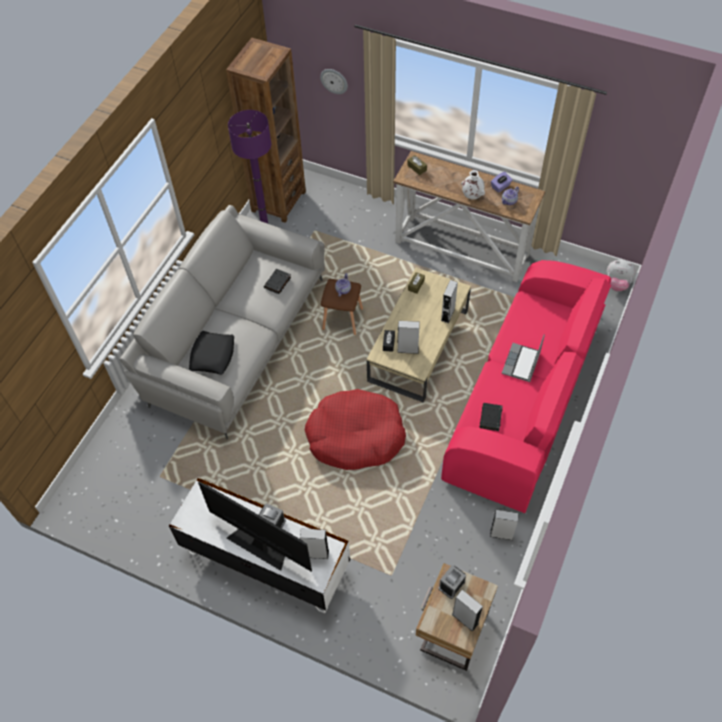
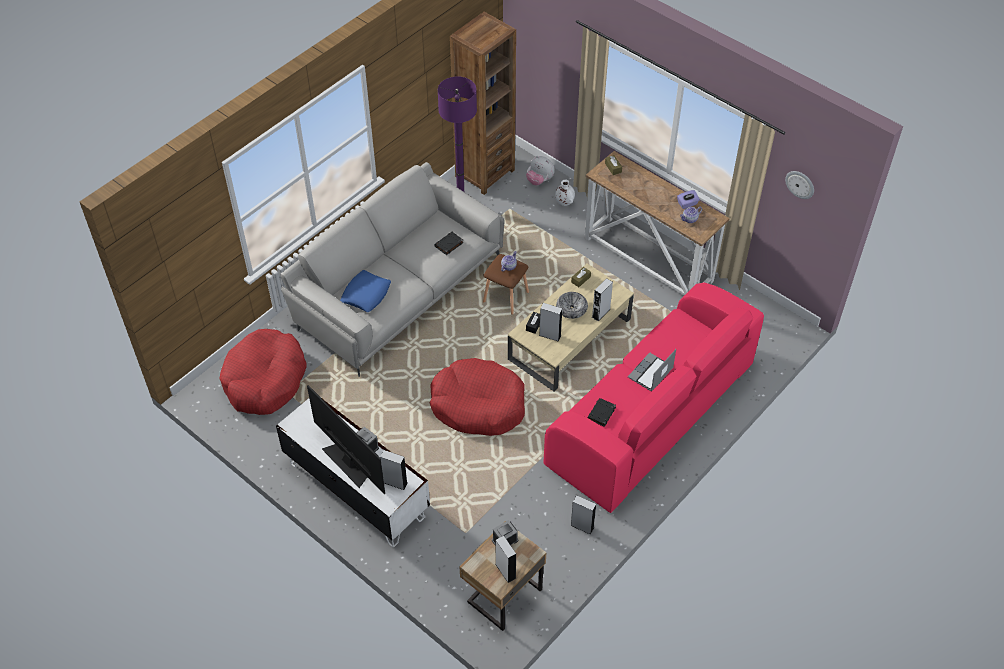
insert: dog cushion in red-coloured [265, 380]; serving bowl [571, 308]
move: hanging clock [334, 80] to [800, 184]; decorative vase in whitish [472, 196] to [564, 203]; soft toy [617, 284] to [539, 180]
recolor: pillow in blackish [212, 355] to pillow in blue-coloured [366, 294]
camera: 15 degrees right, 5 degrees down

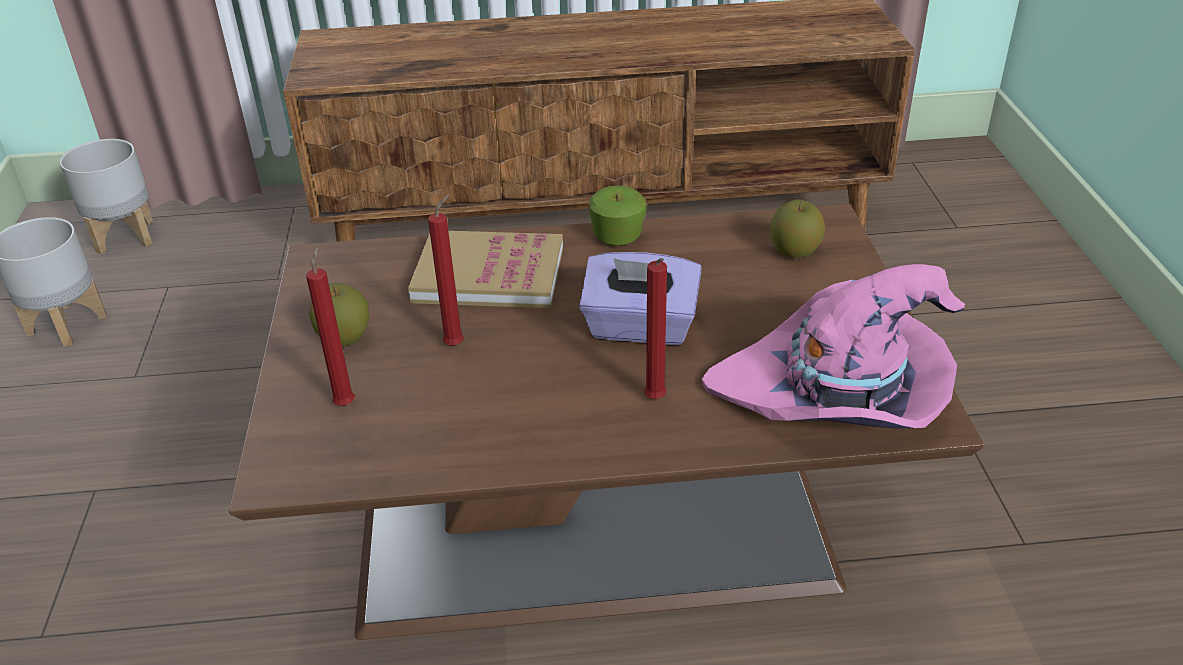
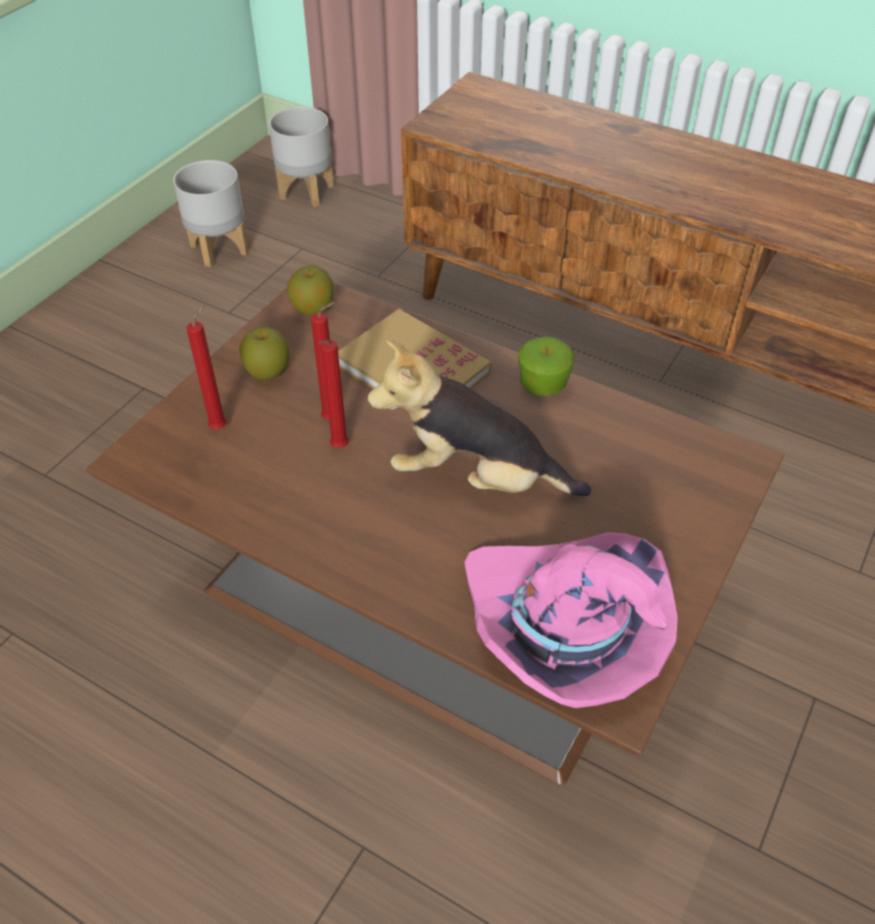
move: wax light in red-coloured [655, 401] to [338, 448]; whole apple [794, 251] to [313, 309]
replace: tissue holder in purplish [640, 327] to soft toy [475, 478]
camera: 35 degrees right, 10 degrees up

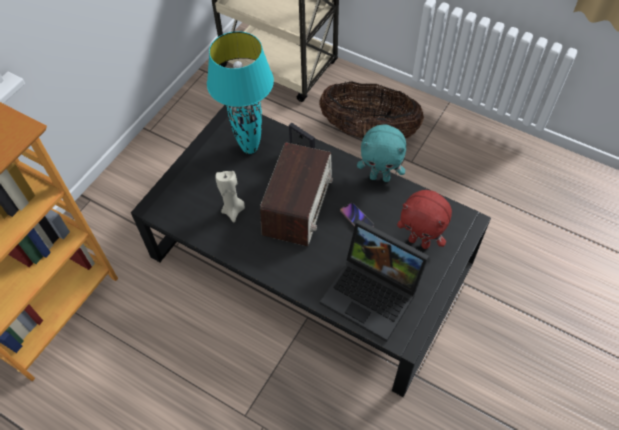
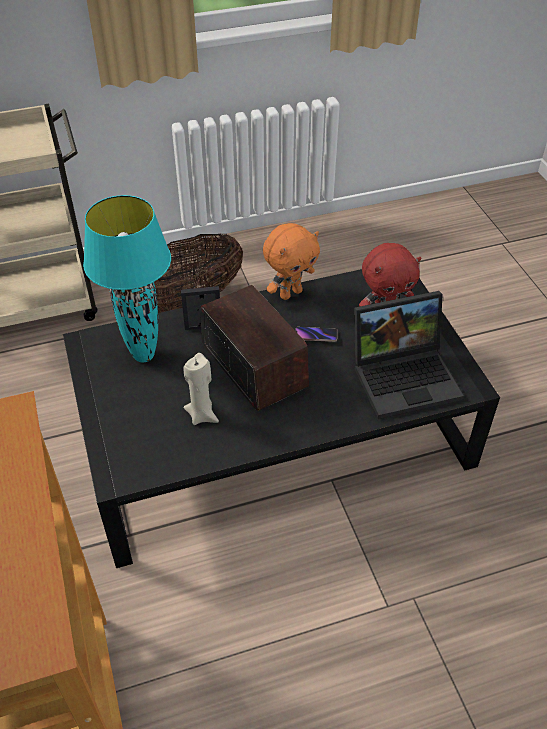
recolor: soft toy in turquoise-coloured [380, 177] to soft toy in orange [290, 293]
camera: 50 degrees left, 10 degrees down

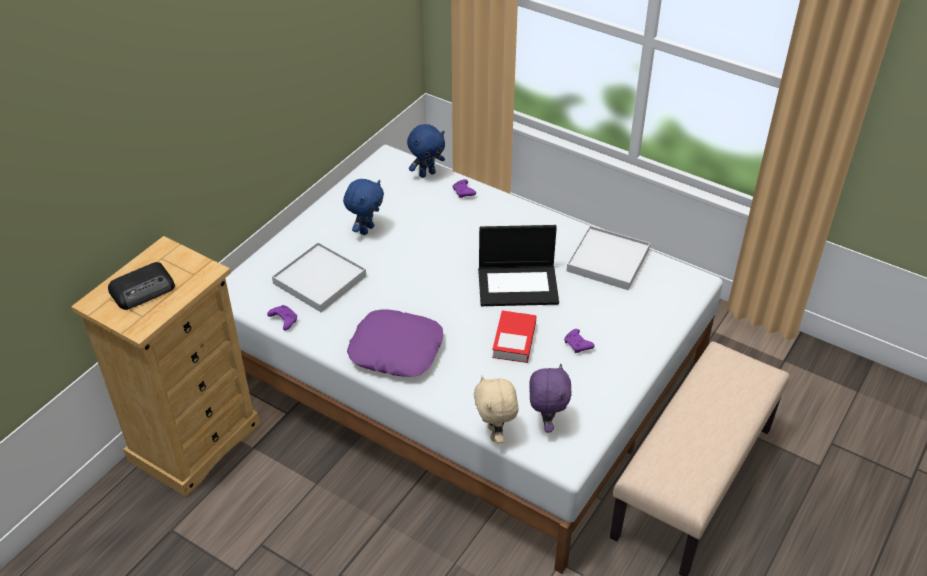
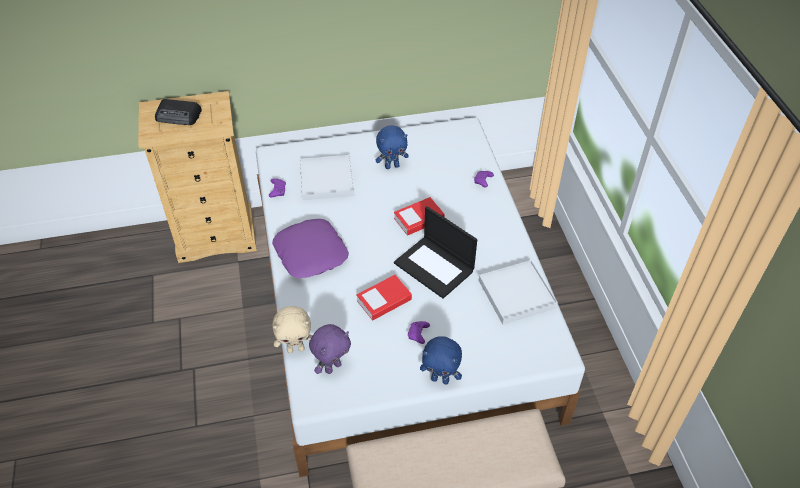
insert: volume [419, 219]
move: soft toy in blue-coloured [427, 174] to [440, 379]
rotate: soft toy in beige [495, 433] = [296, 349] 135 degrees counterclockwise
camera: 45 degrees right, 5 degrees up

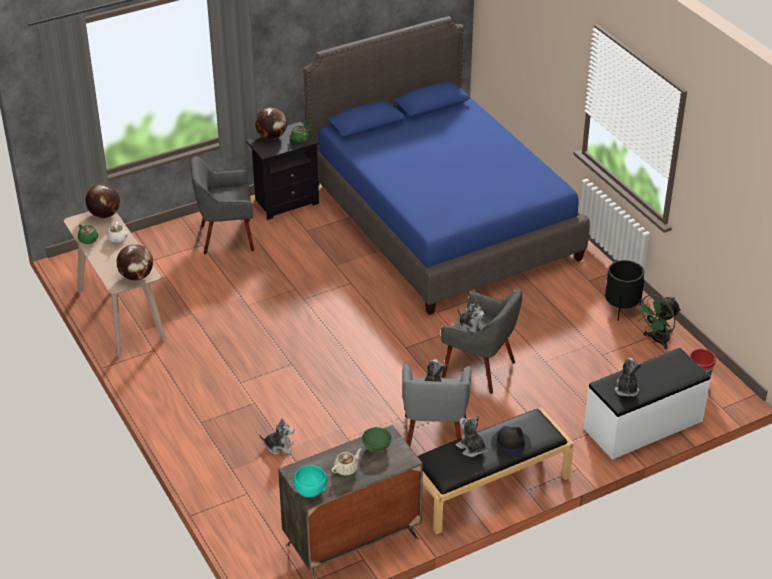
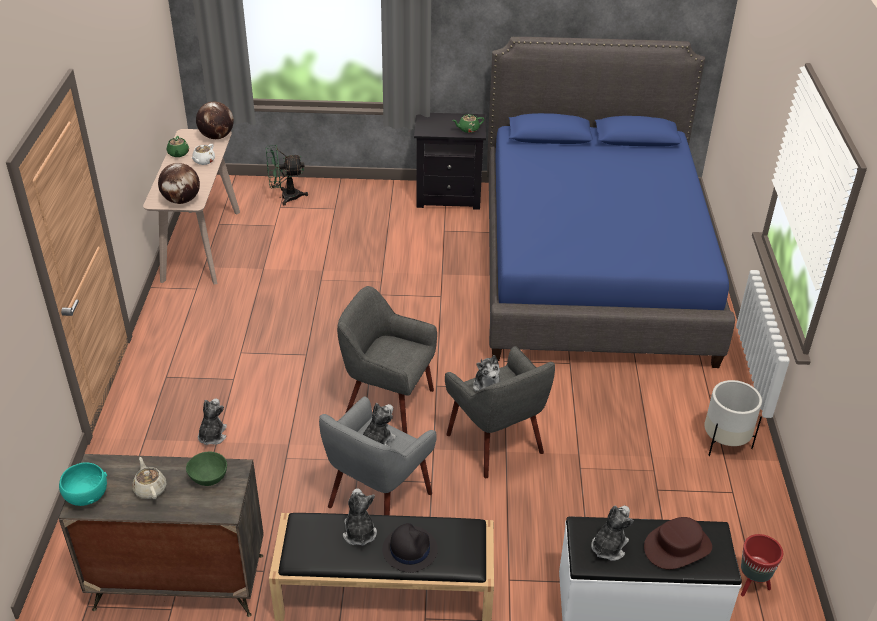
delete: globe [271, 136]
insert: clothing hat in brown-coloured [677, 547]
move: armchair in grey [226, 237] to [388, 402]; cooling fan in green-coloured [656, 340] to [285, 197]
recolor: plant pot in blackish [621, 308] to plant pot in whitish [724, 442]
rotate: soft toy [279, 446] = [212, 435] 120 degrees counterclockwise; tea pot in beige [346, 468] = [150, 489] 105 degrees counterclockwise
camera: 30 degrees right, 0 degrees up

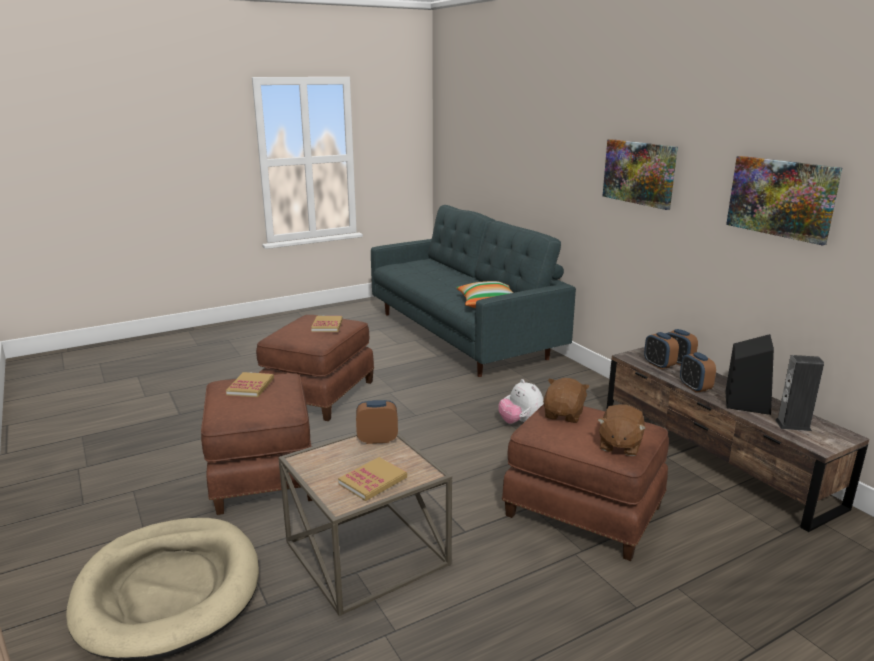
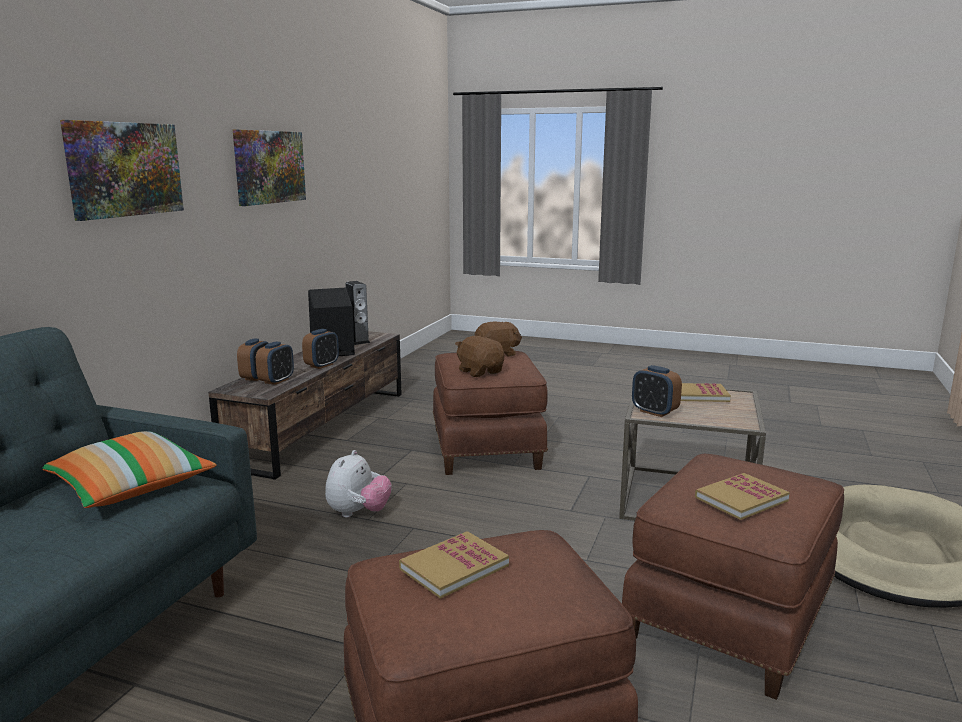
rotate: soft toy in brown-coloured [564, 415] = [480, 372] 75 degrees clockwise
camera: 130 degrees left, 5 degrees down

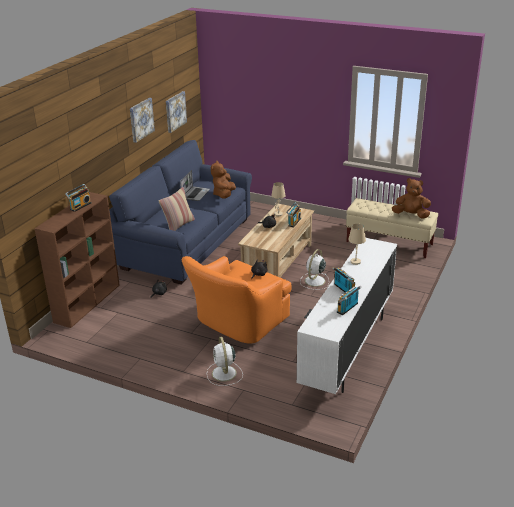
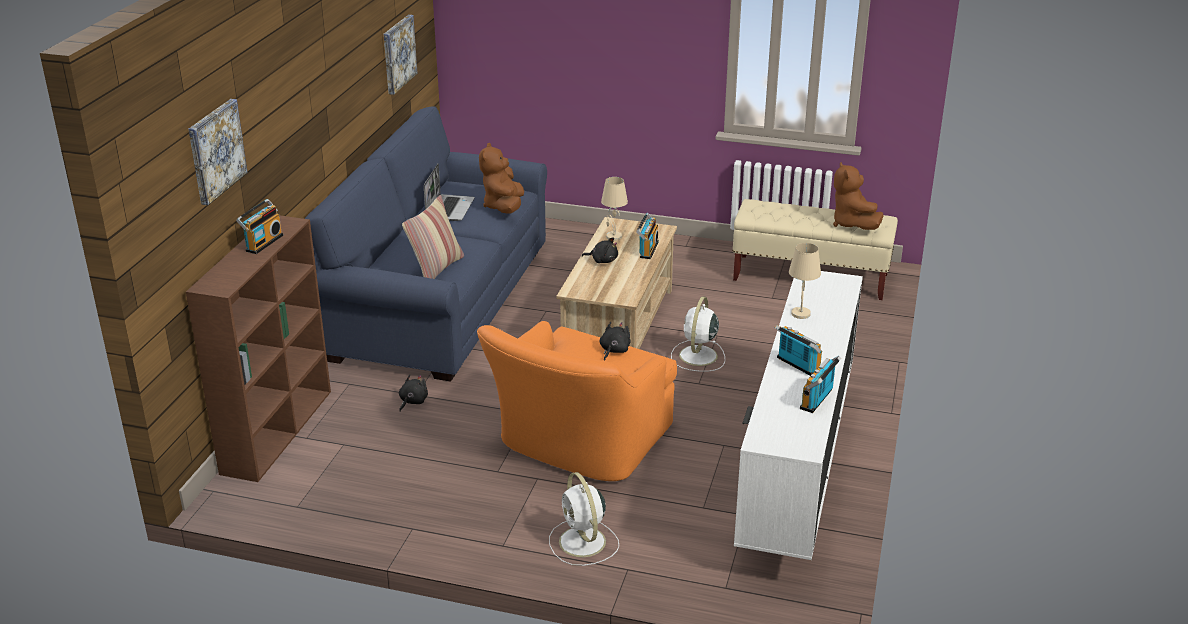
move: wall picture [141, 119] to [215, 151]
rotate: soft toy in brown-coloured [411, 215] = [852, 224] 105 degrees counterclockwise
camera: 10 degrees left, 0 degrees up

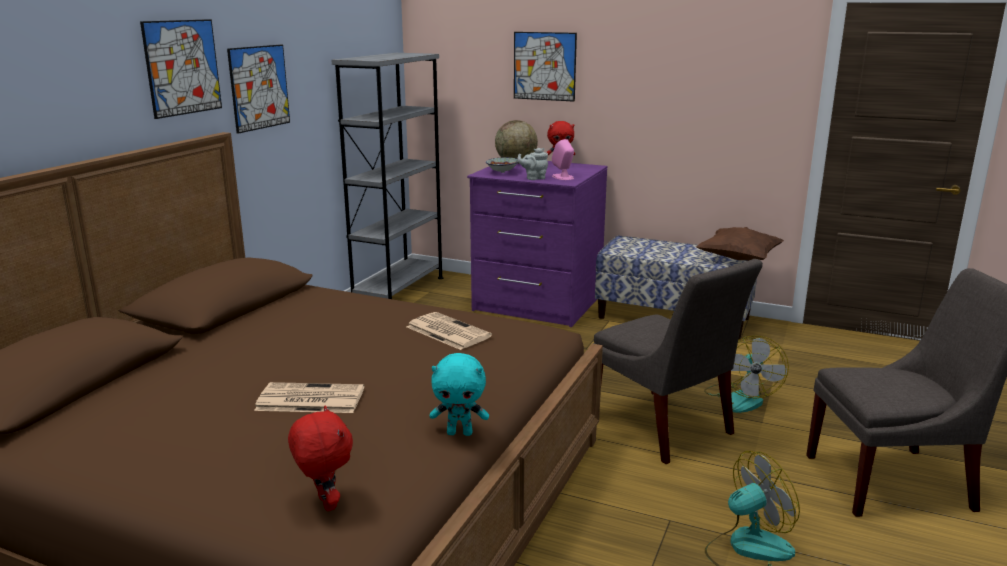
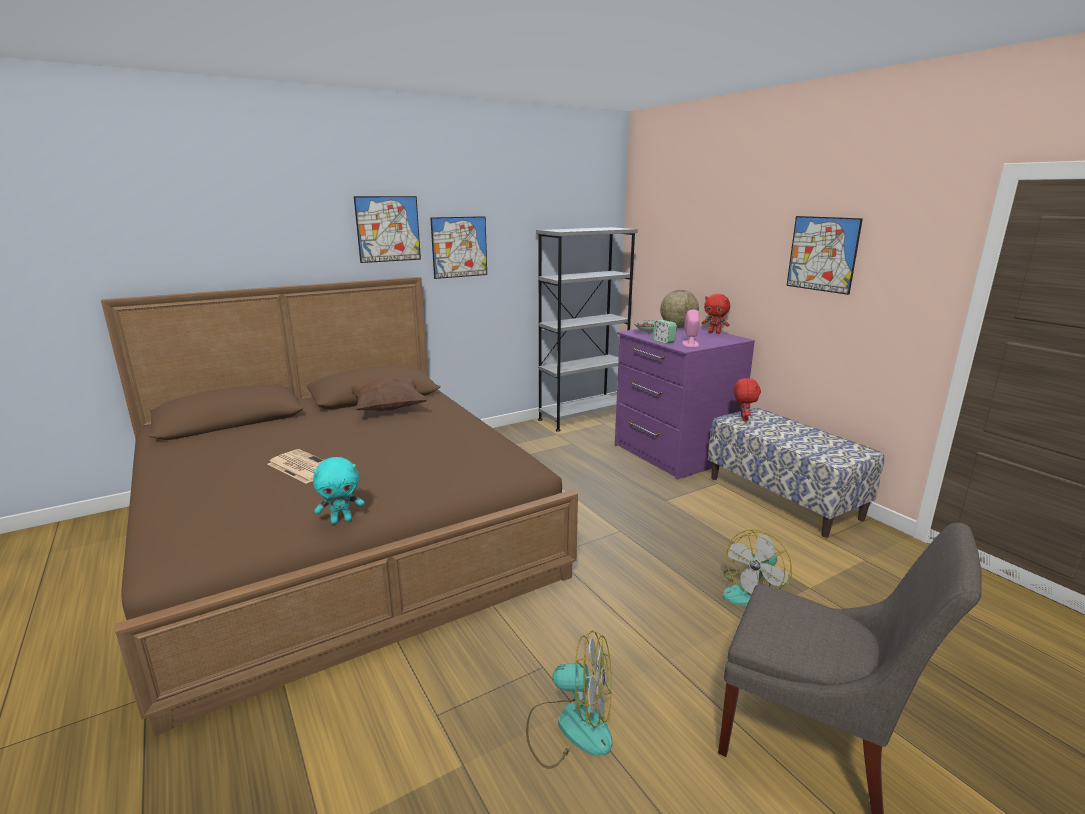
delete: daily paper [447, 331]; plain chair in grey [664, 428]
move: soft toy in red-coloured [325, 503] to [743, 419]; wall picture [544, 66] to [822, 254]; pillow in brown-coloured [738, 259] to [388, 409]
replace: tea pot in grey [534, 178] to alarm clock [664, 341]
rotate: soft toy in turquoise-coloured [460, 433] = [342, 520] 60 degrees counterclockwise
camera: 35 degrees right, 0 degrees up

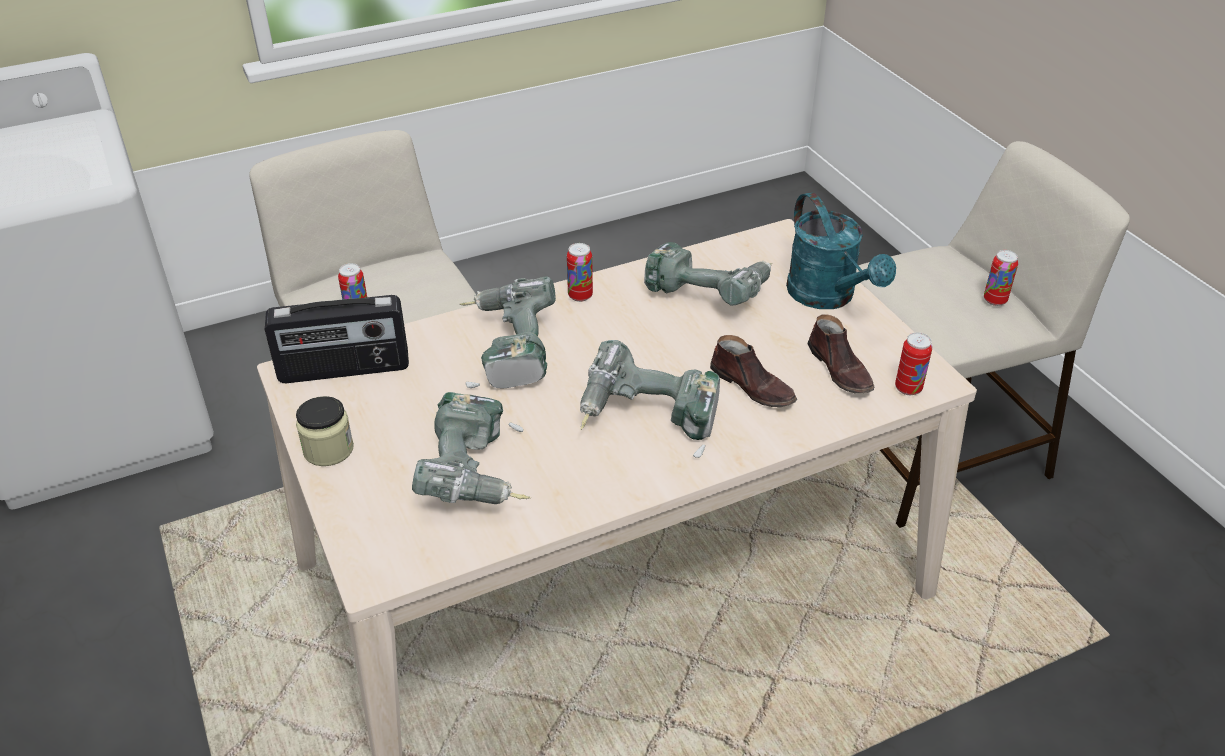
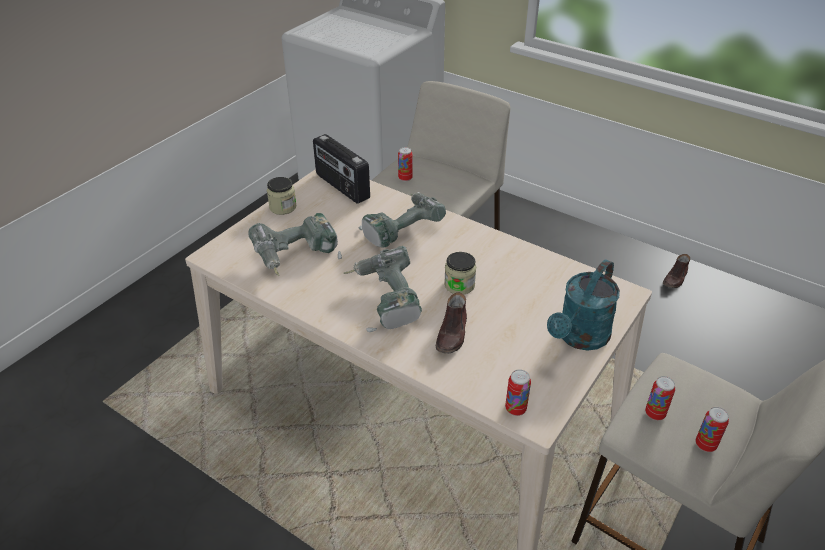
delete: drill [708, 293]
insert: jar [459, 285]
move: can [580, 296] to [655, 414]; shoe in brown-coloured [840, 370] to [675, 278]
camera: 60 degrees right, 0 degrees up

